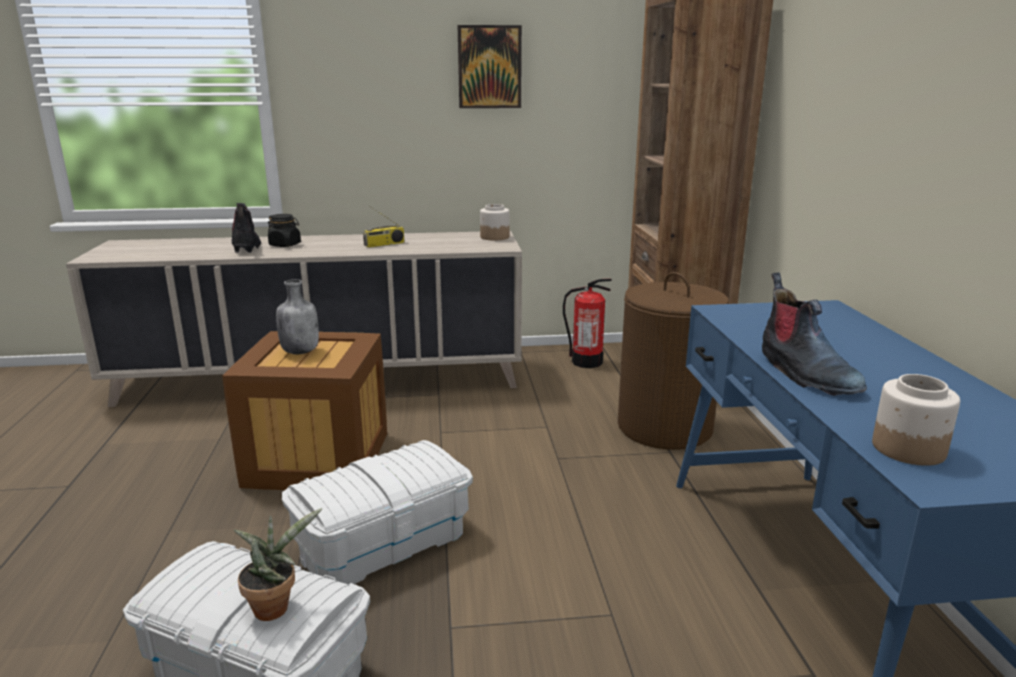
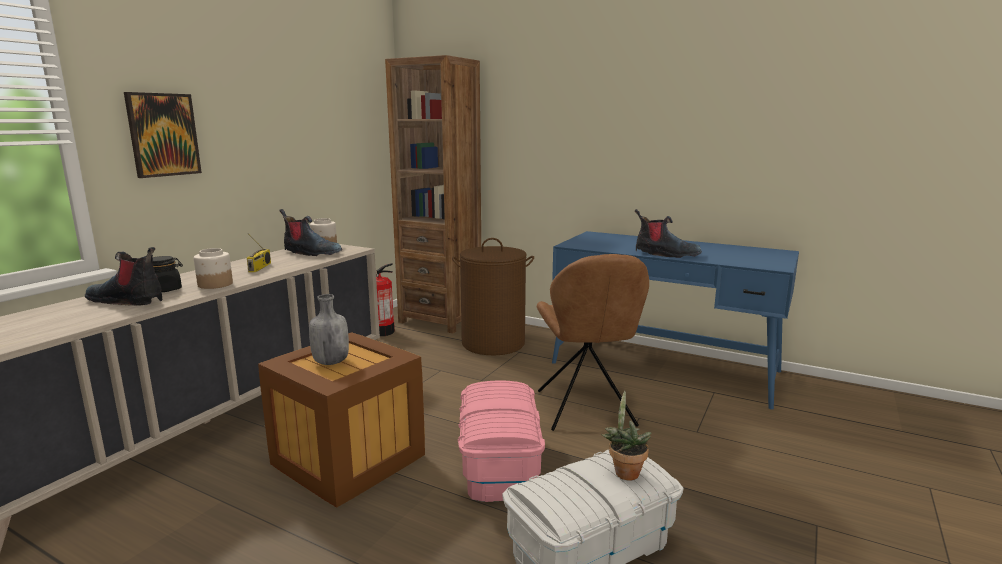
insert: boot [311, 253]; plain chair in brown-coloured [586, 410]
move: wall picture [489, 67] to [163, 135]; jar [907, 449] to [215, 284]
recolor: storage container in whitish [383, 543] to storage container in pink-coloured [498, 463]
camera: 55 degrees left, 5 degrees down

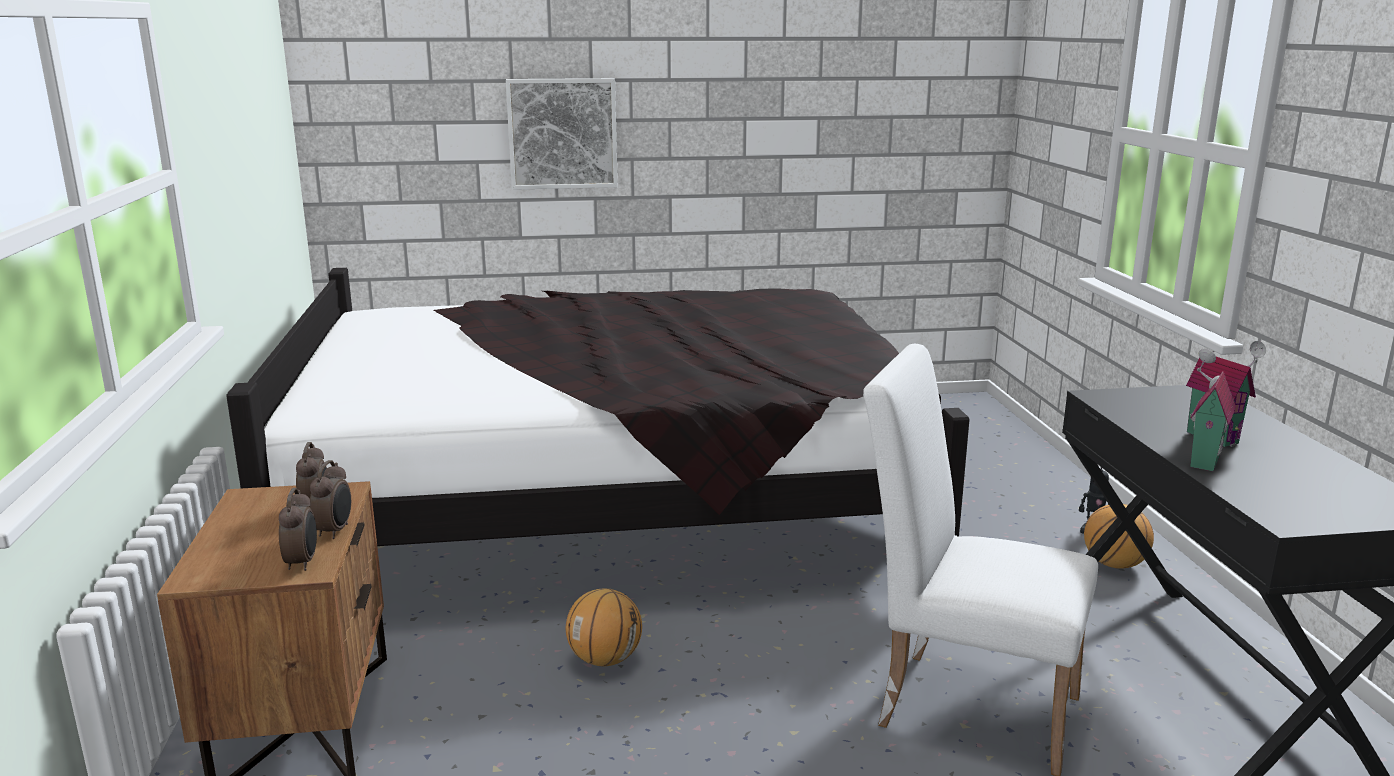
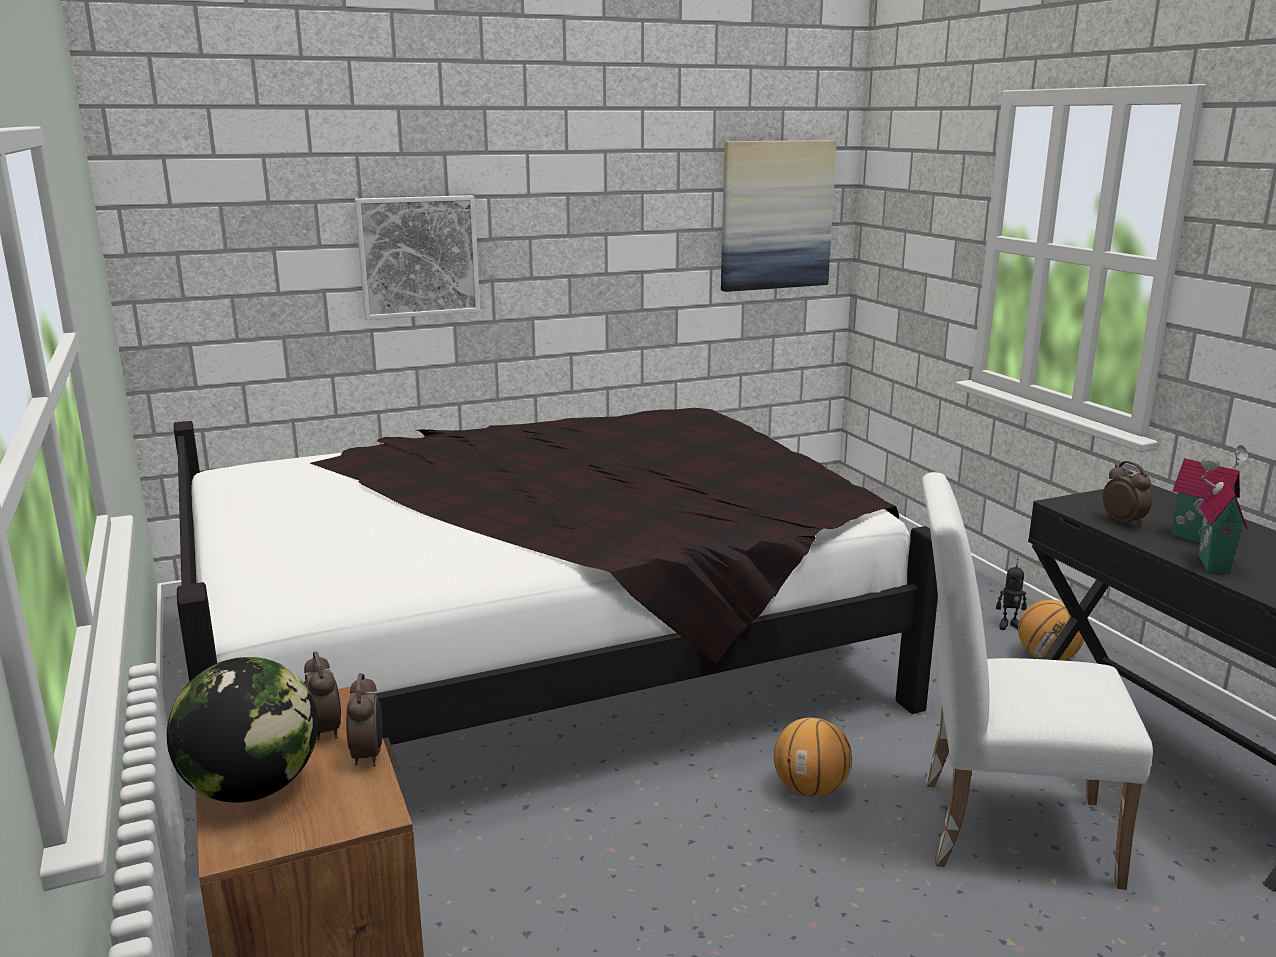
insert: globe [252, 788]; wall picture [776, 215]
move: alarm clock [303, 562] to [1123, 522]; ball for basketball [605, 659] to [810, 789]
camera: 15 degrees left, 0 degrees up

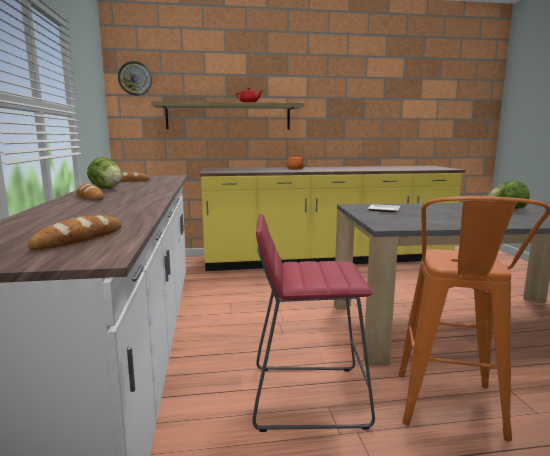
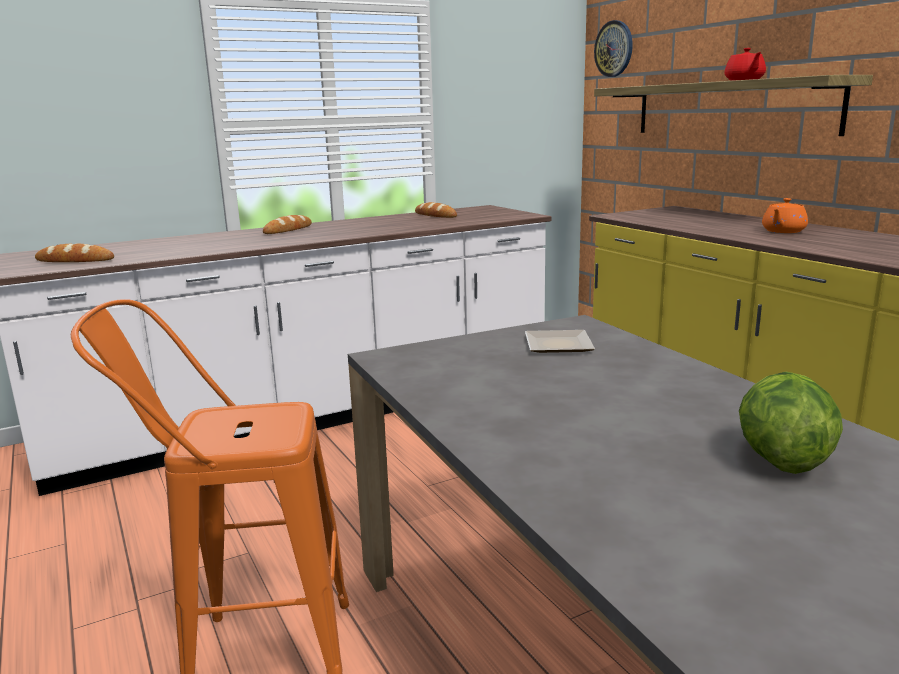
delete: lettuce head [107, 188]; stool seat in red-coloured [308, 396]
camera: 70 degrees right, 5 degrees up

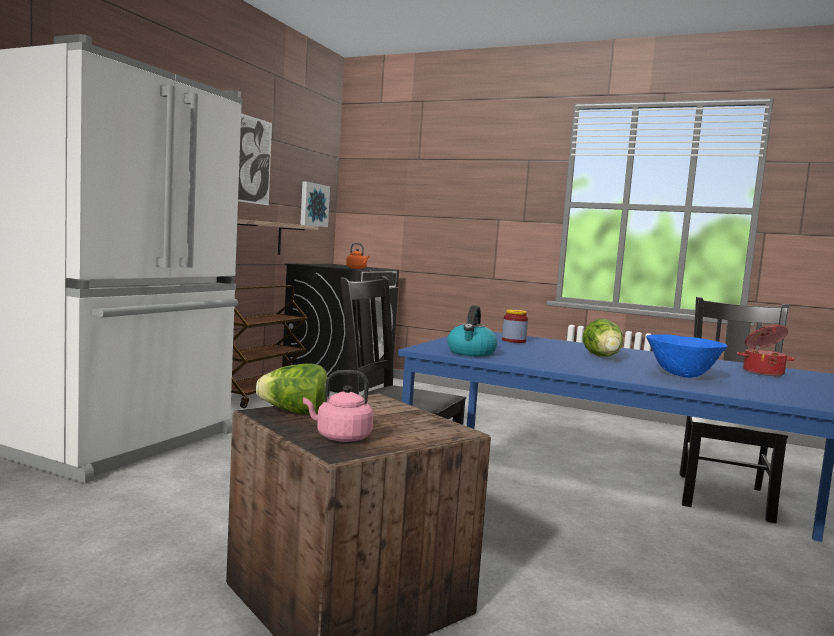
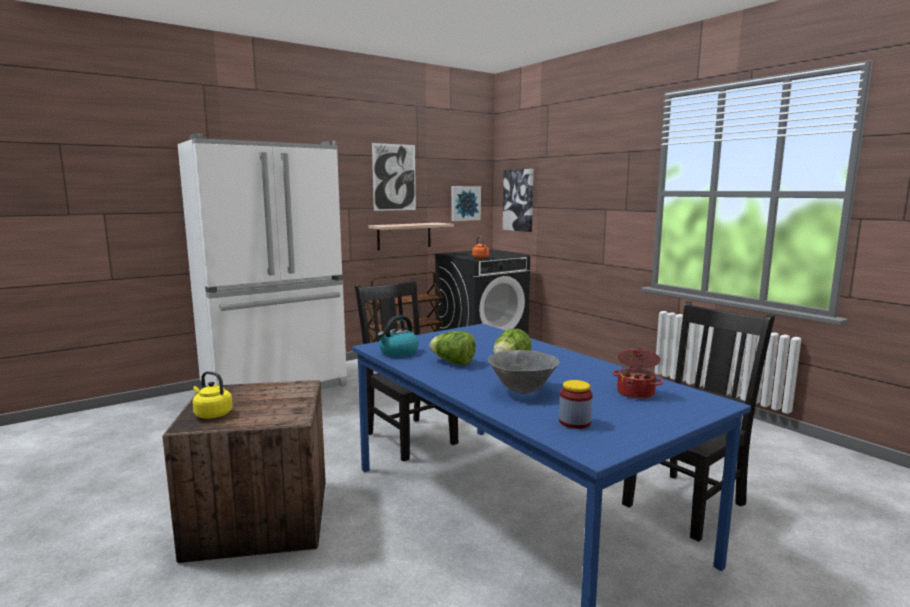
insert: wall picture [519, 200]
move: lettuce head [294, 412] to [453, 362]; jar [513, 341] to [574, 422]
recolor: tea kettle in pink-coloured [340, 437] to tea kettle in yellow [212, 414]; serving bowl in blue-coloured [682, 376] to serving bowl in grey [523, 391]
camera: 30 degrees right, 5 degrees up

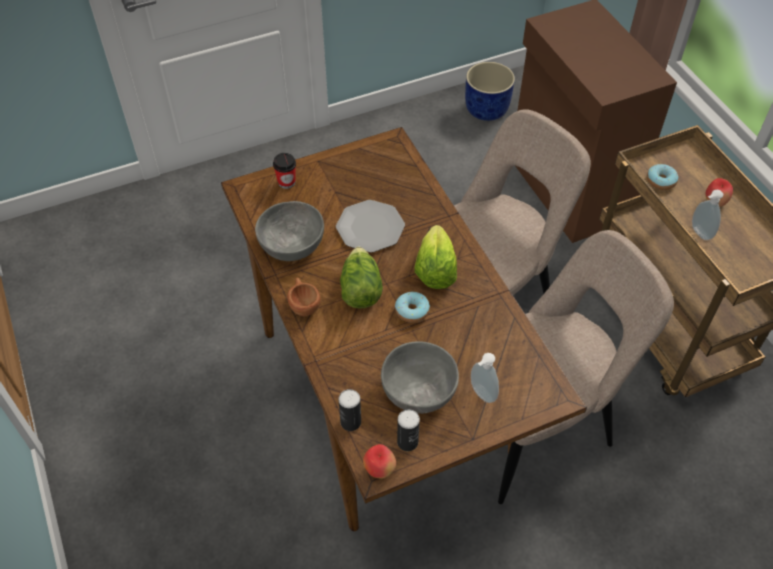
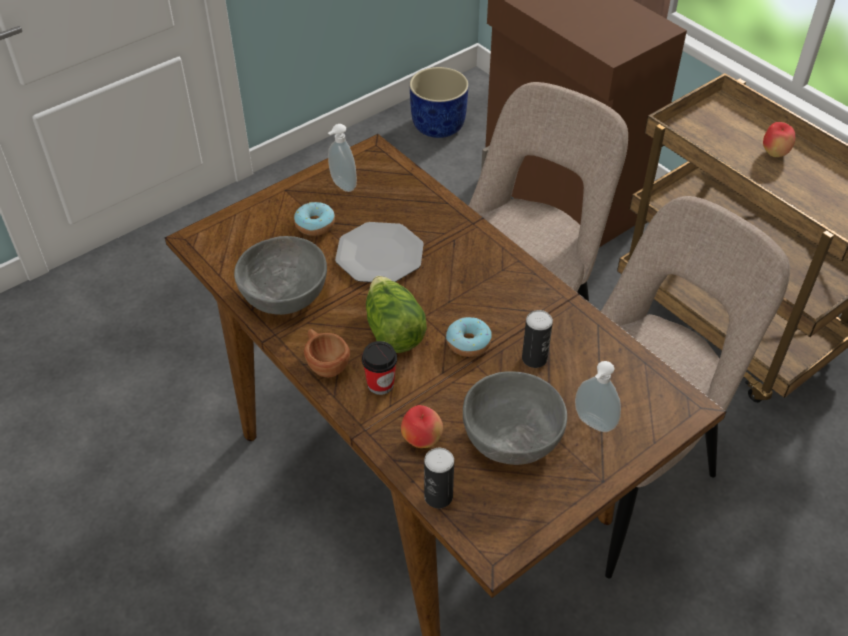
delete: lettuce head [435, 270]
move: small cup [286, 182] to [380, 384]; whole apple [379, 469] to [421, 440]; can [407, 442] to [534, 358]; doughnut [660, 181] to [315, 224]; soap dispenser [699, 233] to [342, 186]
camera: 15 degrees left, 5 degrees down

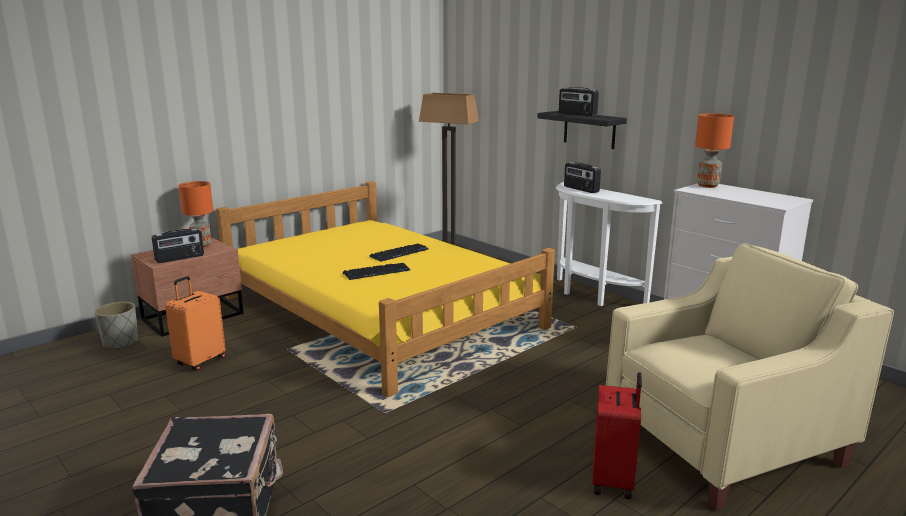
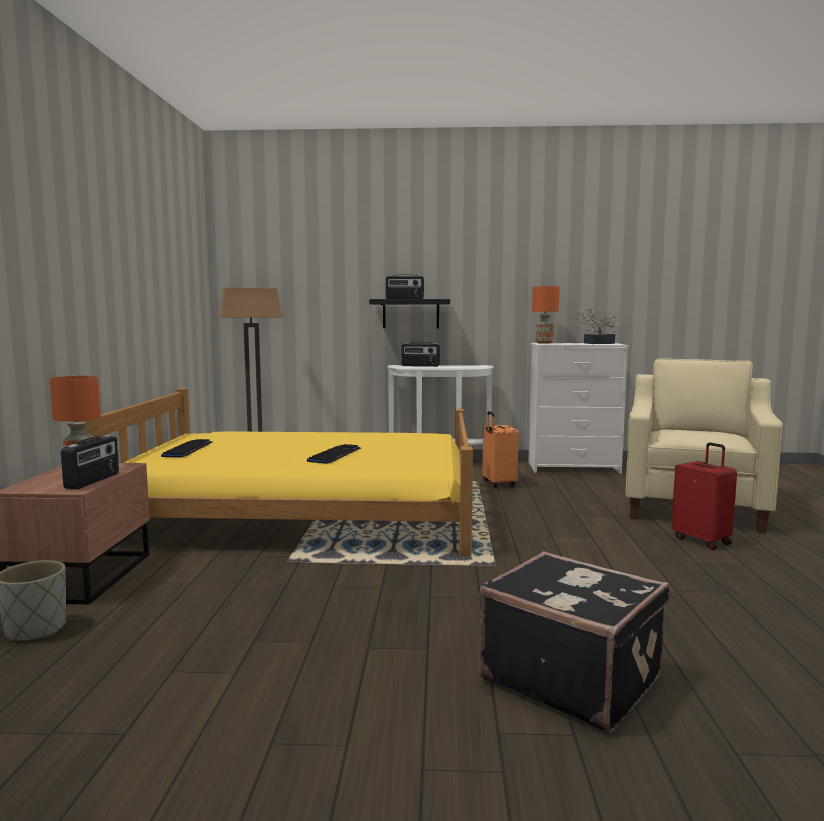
insert: plant in a pot [595, 343]
move: travel case in orange [200, 361] to [498, 484]; keyboard [399, 253] to [188, 449]
camera: 45 degrees left, 10 degrees down

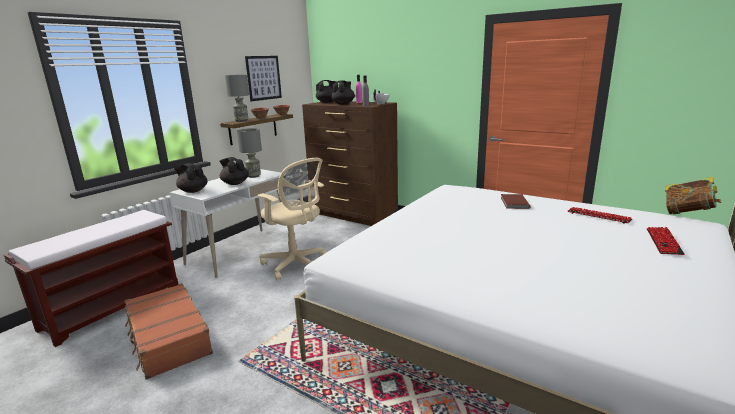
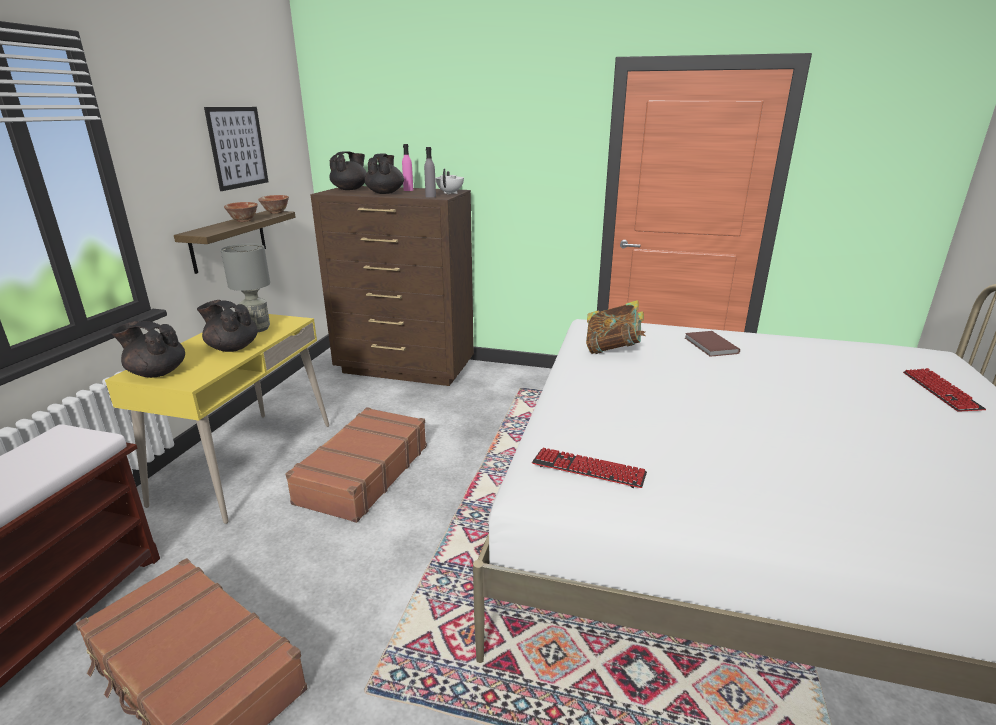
delete: tabletop lamp in grey [242, 121]
move: keyboard [598, 216] to [588, 469]; volume [687, 213] to [613, 350]
replace: office chair in beige [296, 265] to travel case in brown-coloured [362, 474]
recolor: desk unit in whitish [241, 251] to desk unit in yellow [247, 462]
camera: 20 degrees left, 5 degrees up

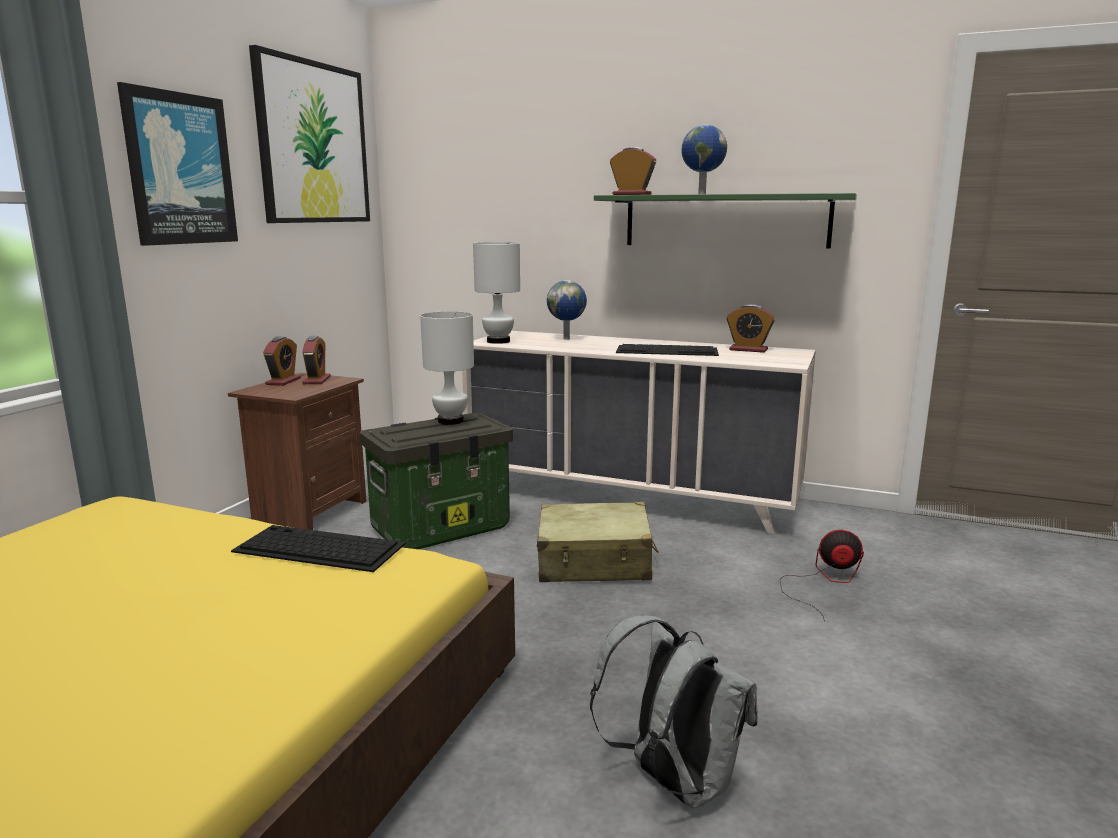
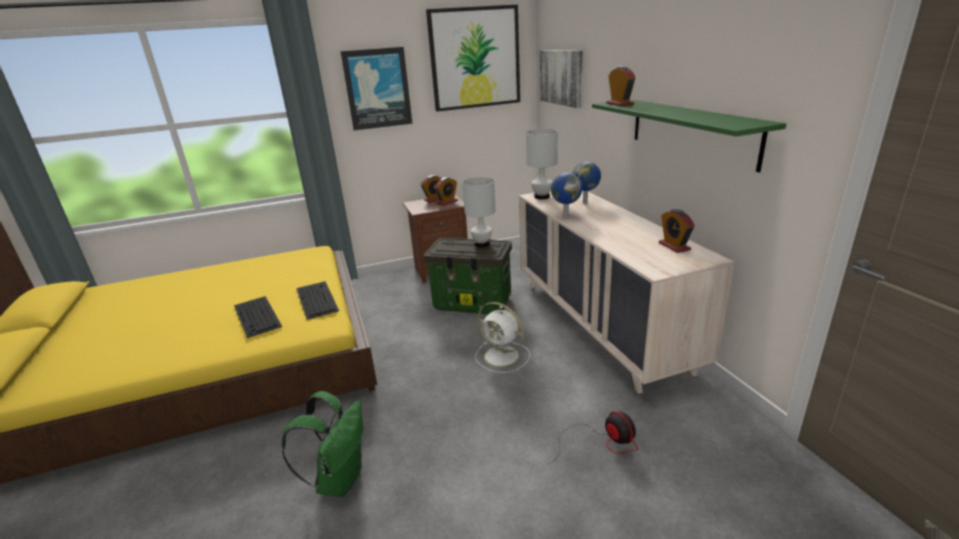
insert: wall picture [562, 77]
move: keyboard [668, 350] to [257, 316]; globe [701, 194] to [565, 216]
replace: travel case in beige [594, 562] to cooling fan in whitish [503, 356]
recolor: knapsack in grey [673, 781] to knapsack in green-coloured [339, 478]
camera: 50 degrees right, 10 degrees up

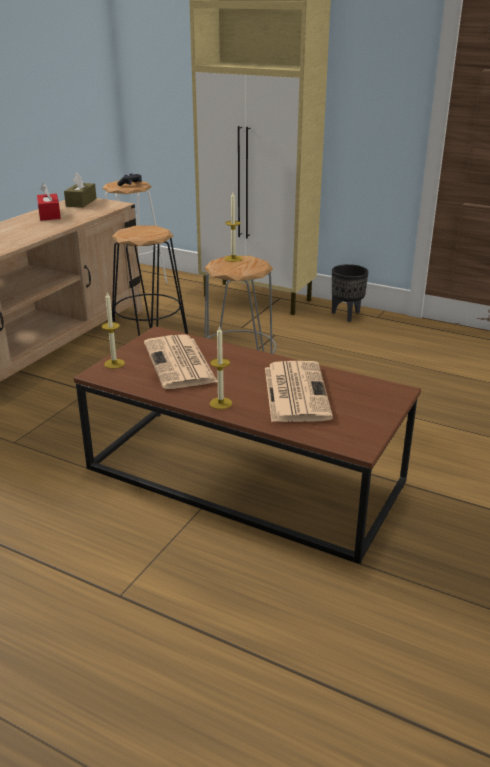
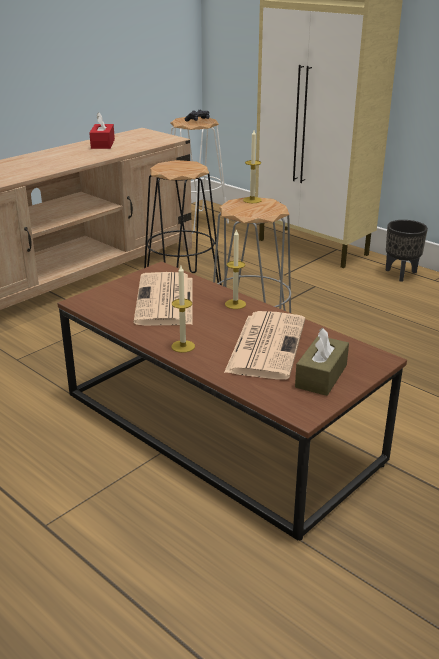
move: tissue holder in brown-coloured [81, 202] to [321, 376]; wax light [114, 363] to [235, 304]
camera: 15 degrees right, 0 degrees up

